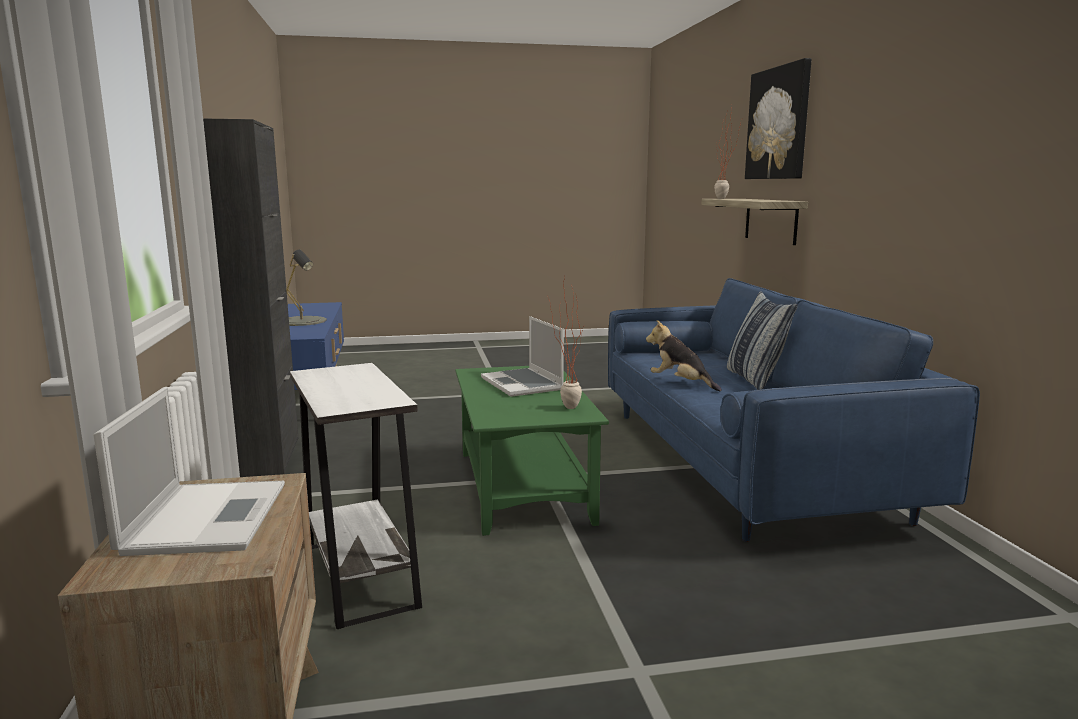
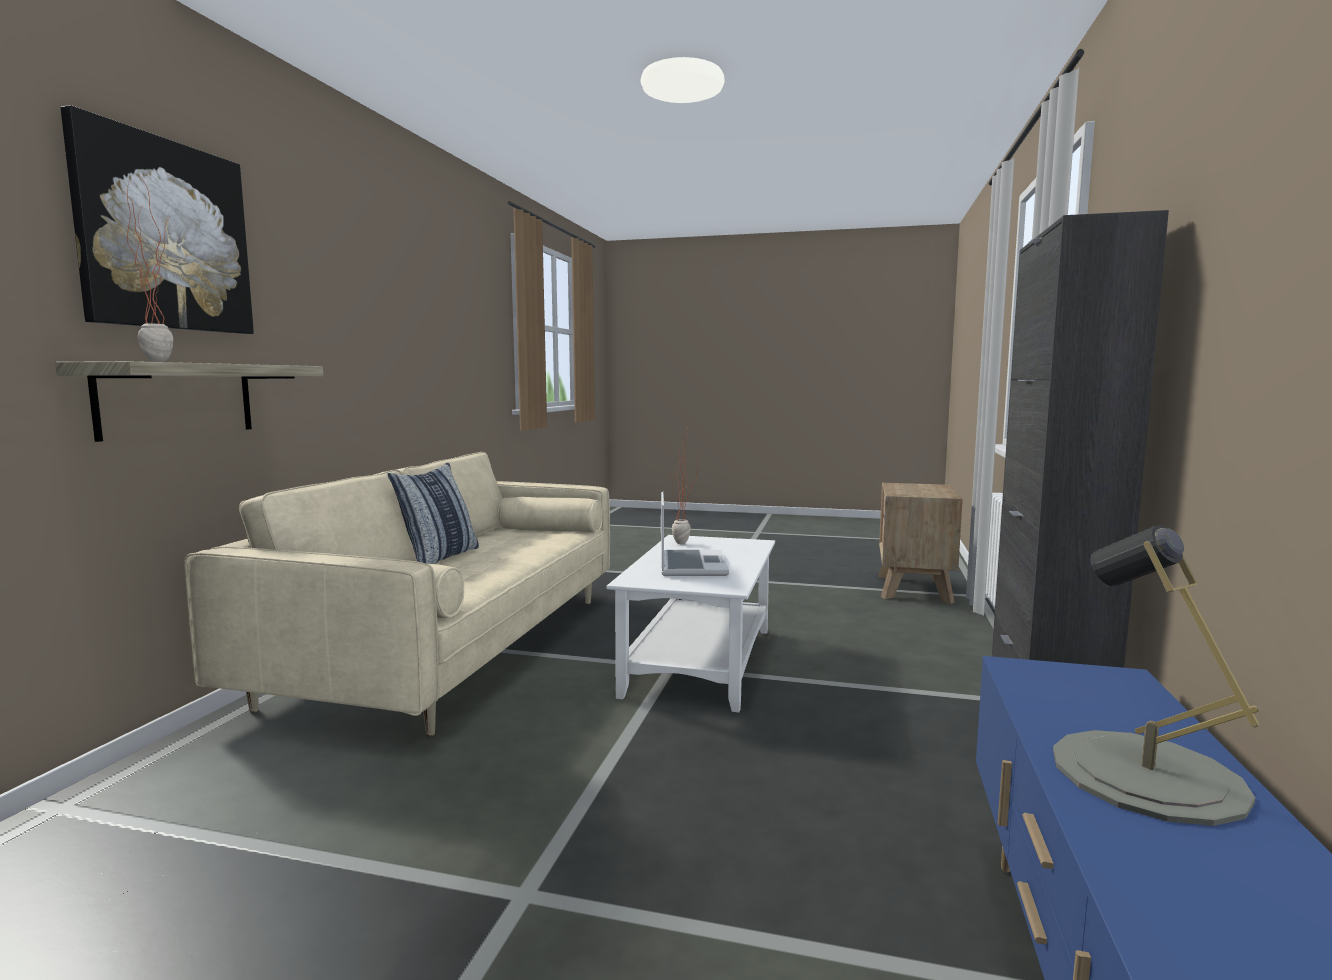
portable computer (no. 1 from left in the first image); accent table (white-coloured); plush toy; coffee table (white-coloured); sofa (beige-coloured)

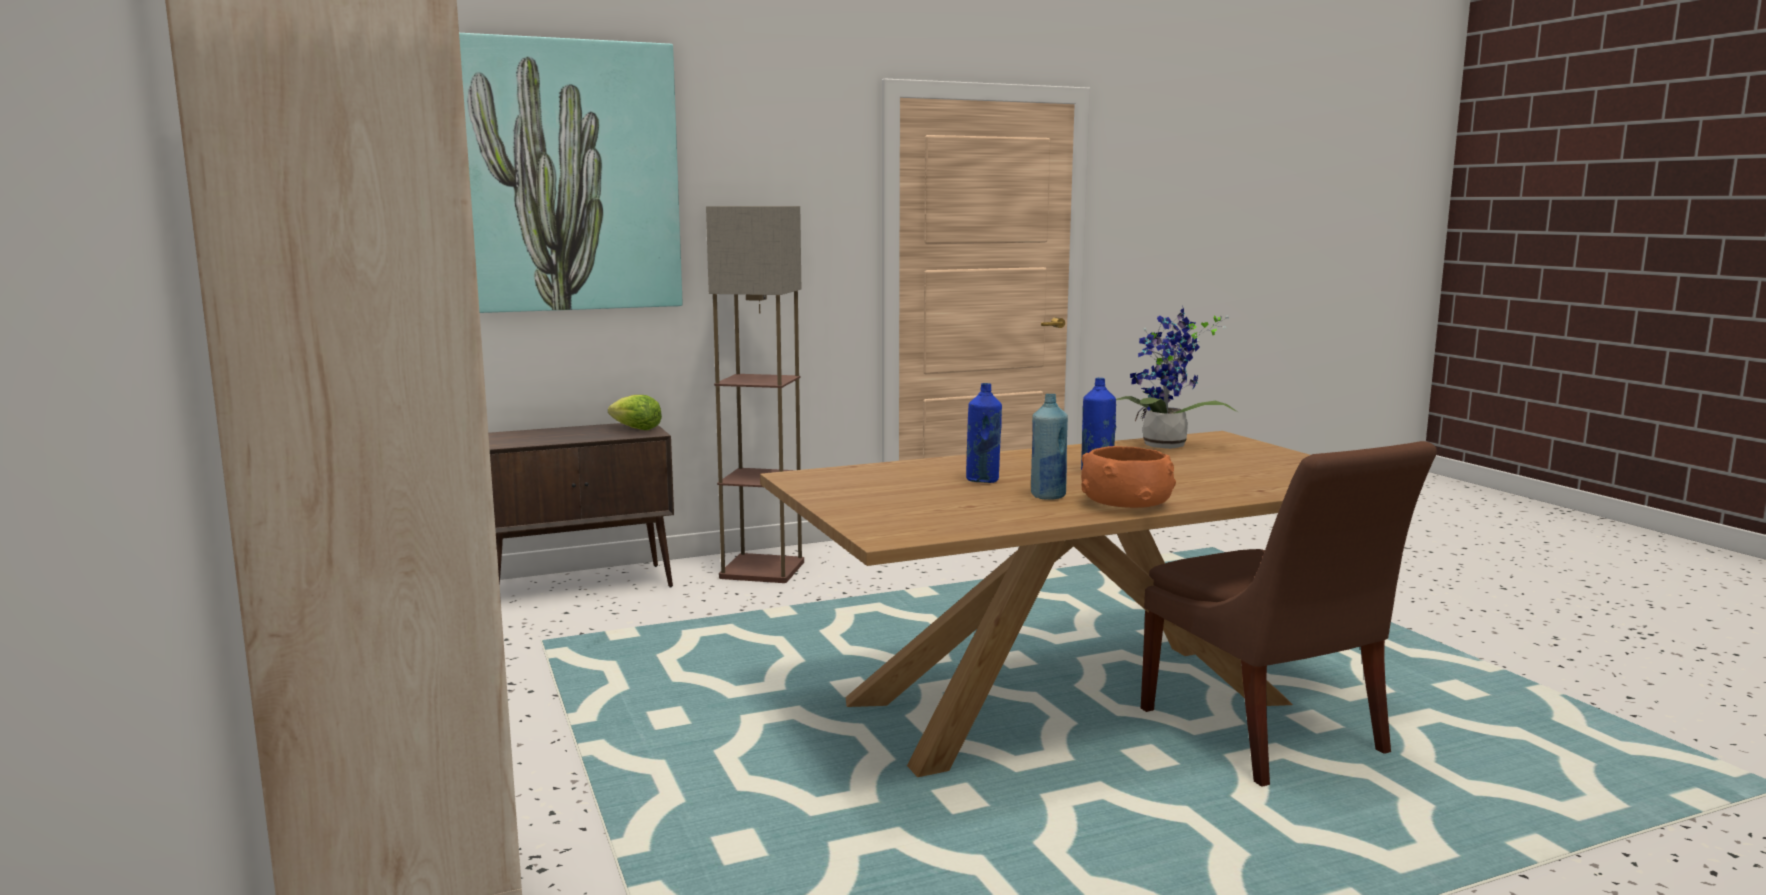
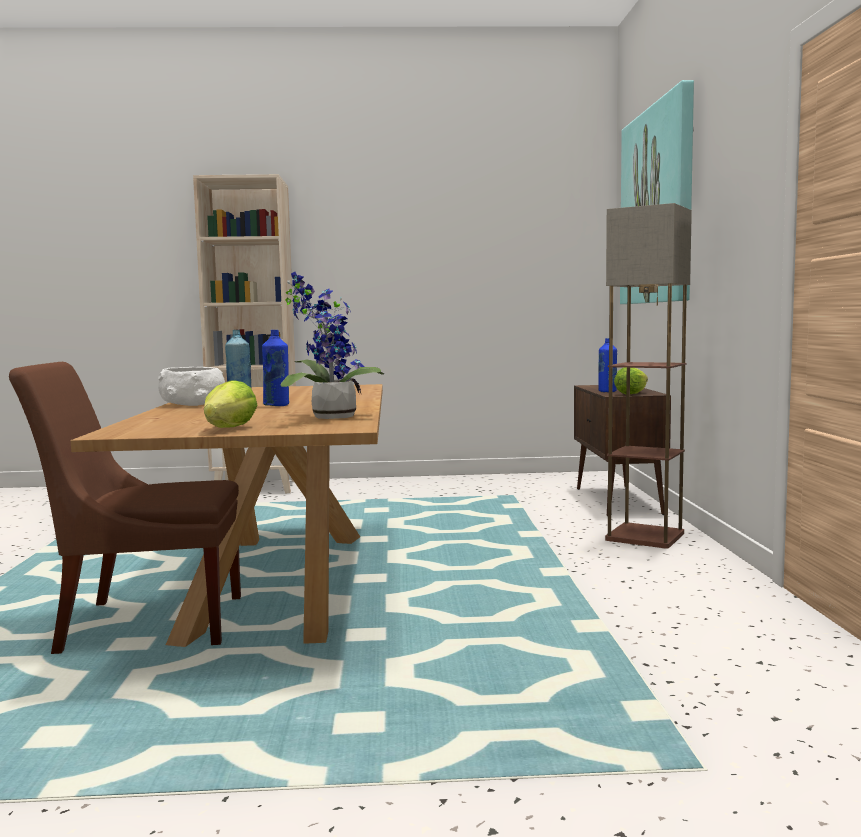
head of lettuce (no. 1 from left); drink bottle (blue-coloured) (no. 3 from left); serving bowl (white-coloured)

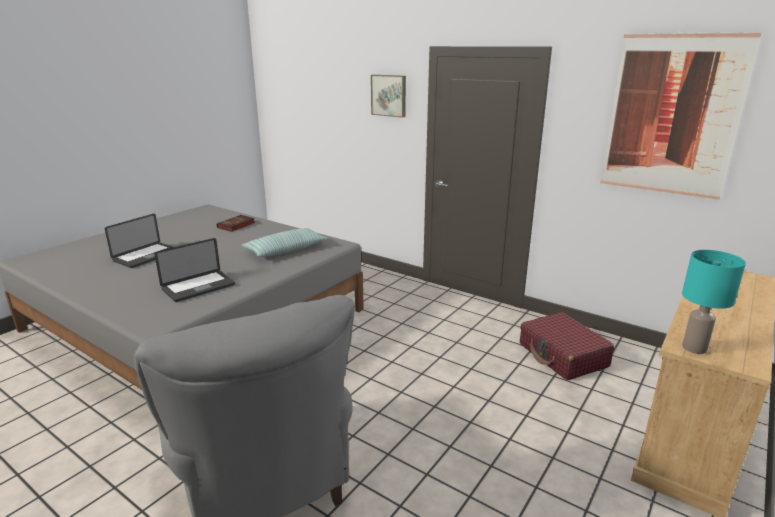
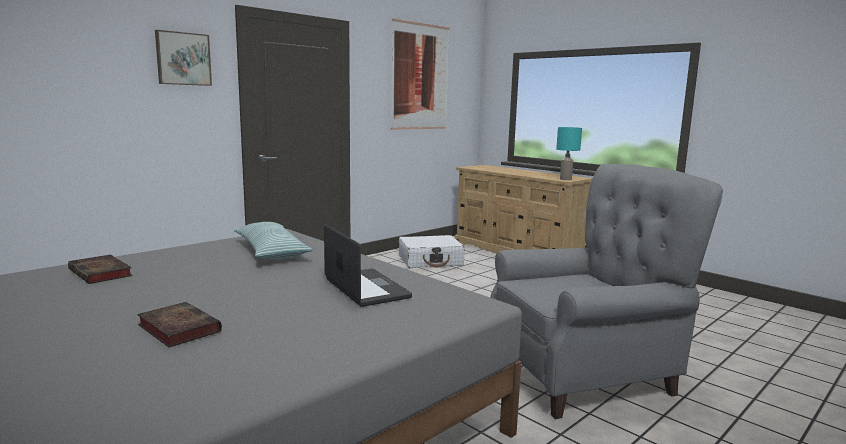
volume (no. 2 from left); piece of luggage (white-coloured)

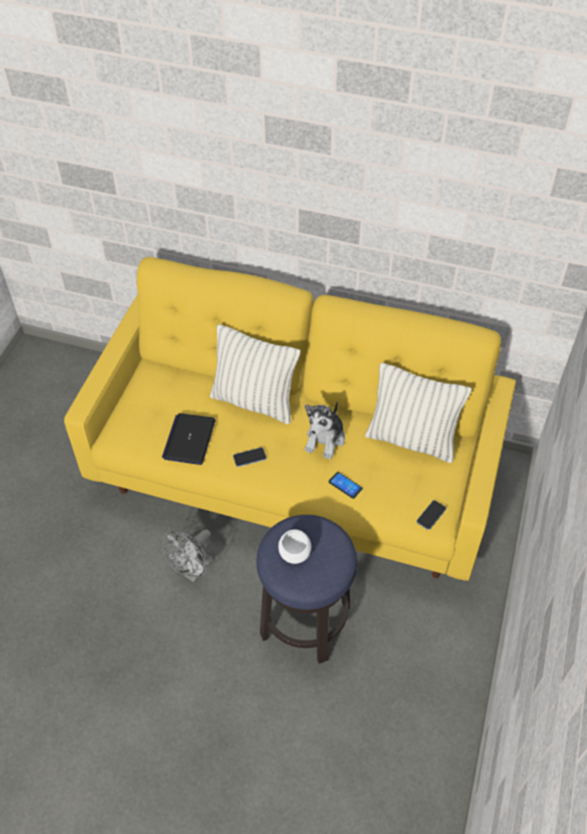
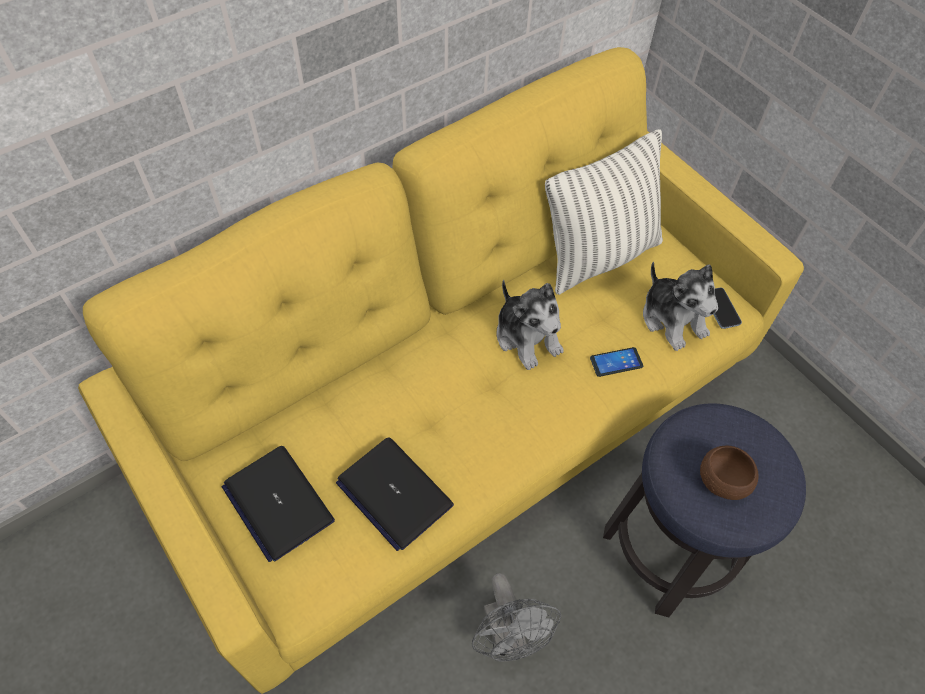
cushion (no. 1 from left in the first image); phone (no. 1 from left in the first image); portable computer (no. 1 from left); plush toy (no. 2 from left); serving bowl (brownish)

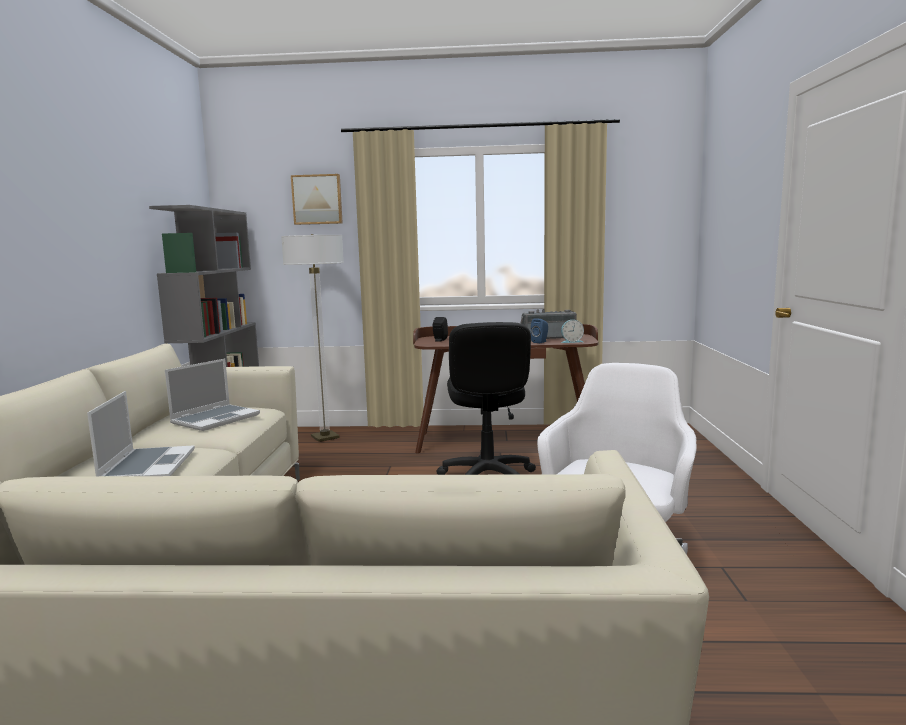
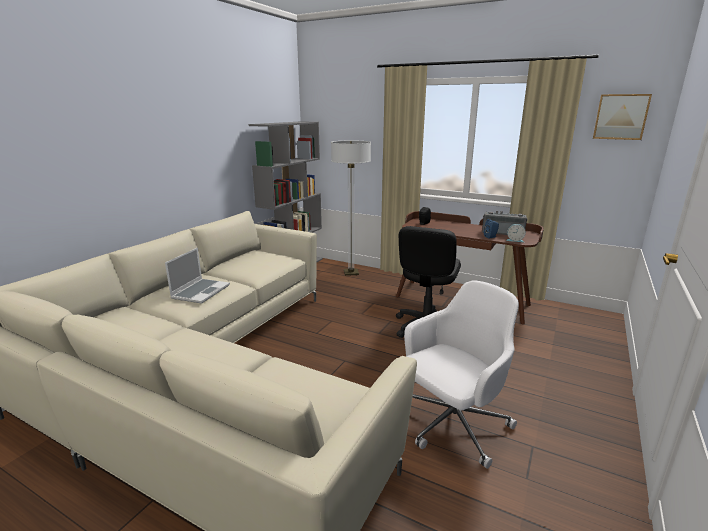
portable computer (no. 2 from left in the first image); wall picture

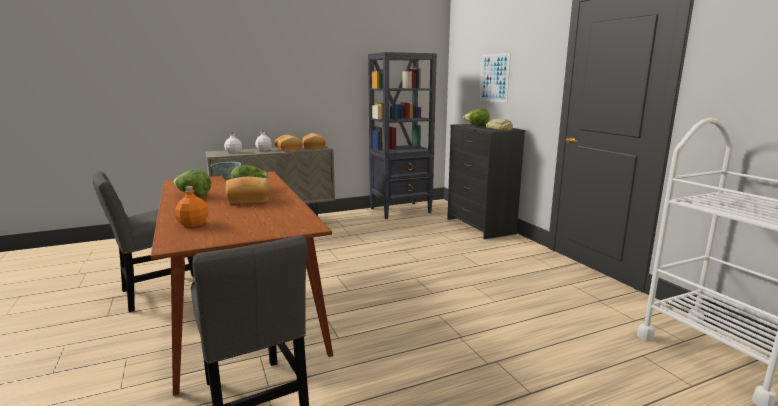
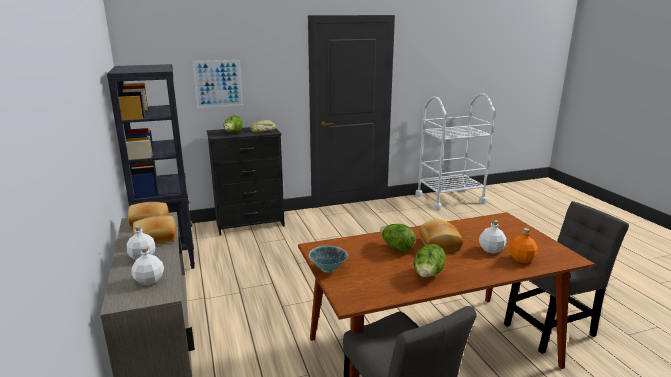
drink bottle (white-coloured) (no. 3 from left)

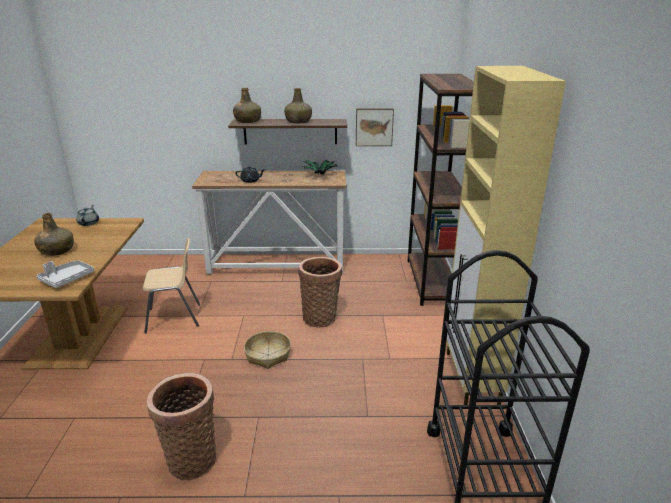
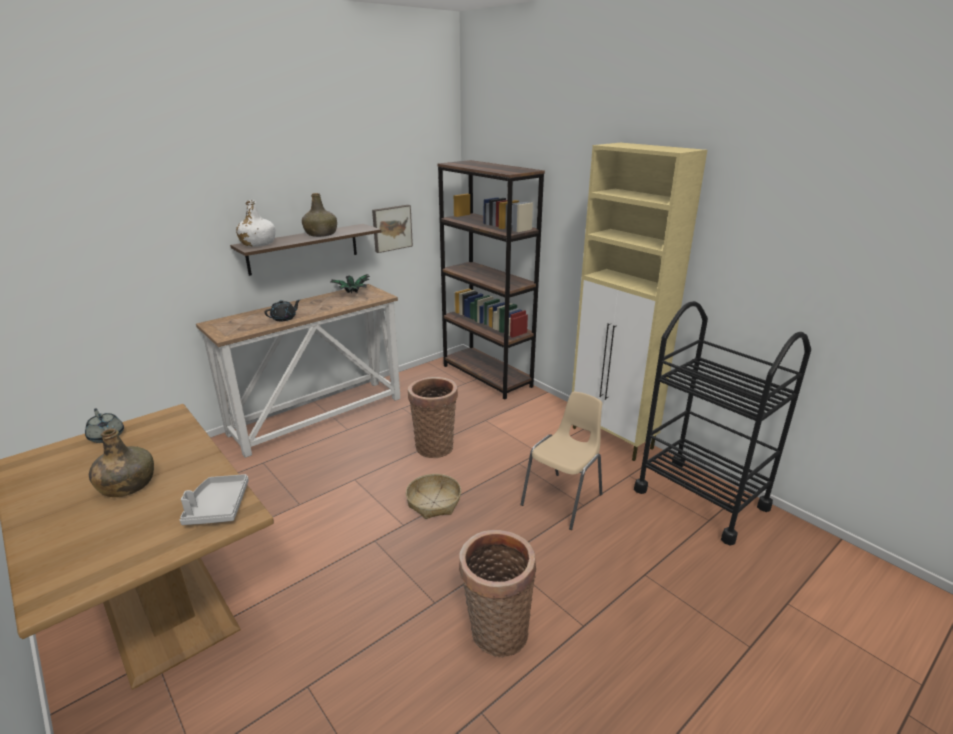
plain chair (beige-coloured); drink bottle (white-coloured)

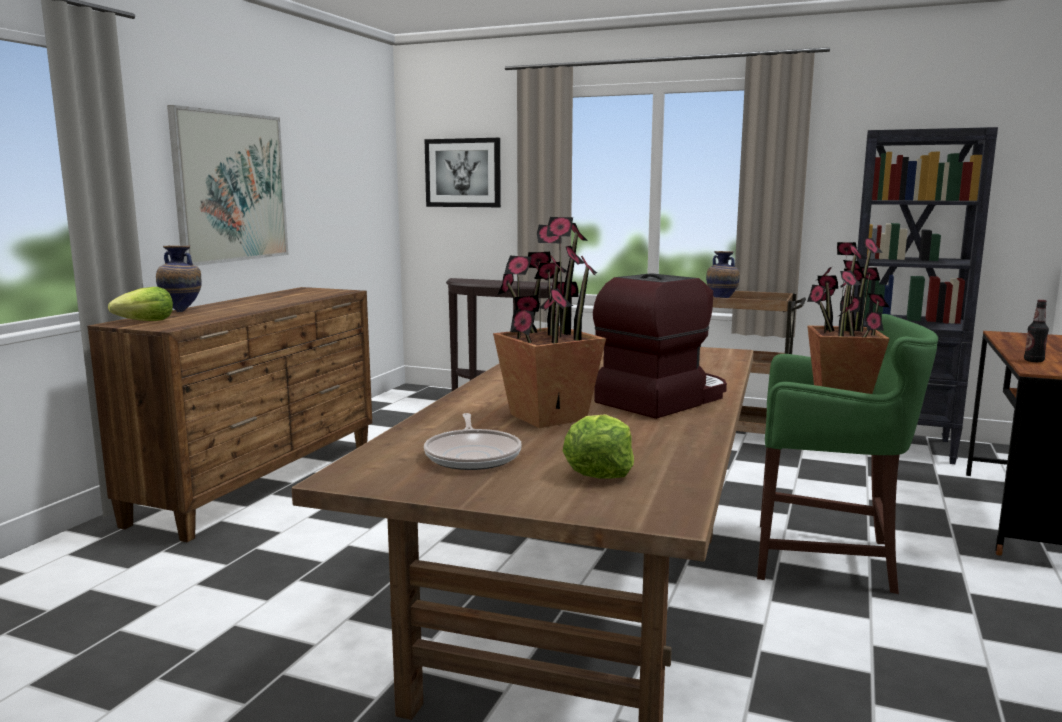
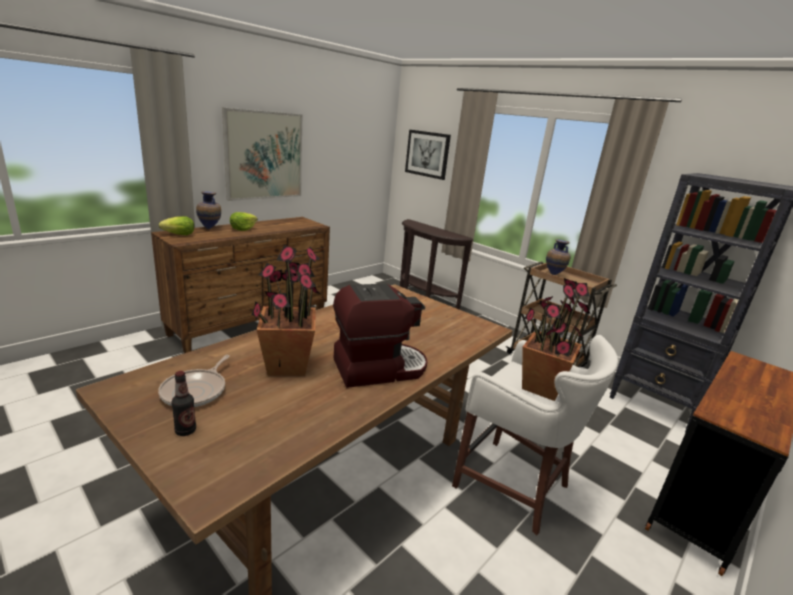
head of lettuce (no. 2 from left); drink bottle; stool (white-coloured)

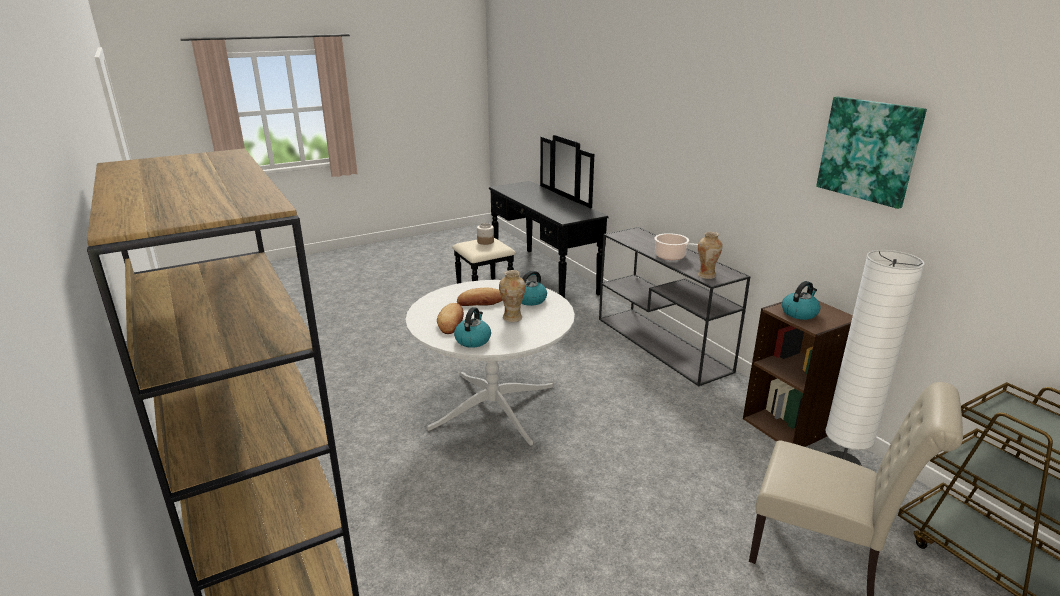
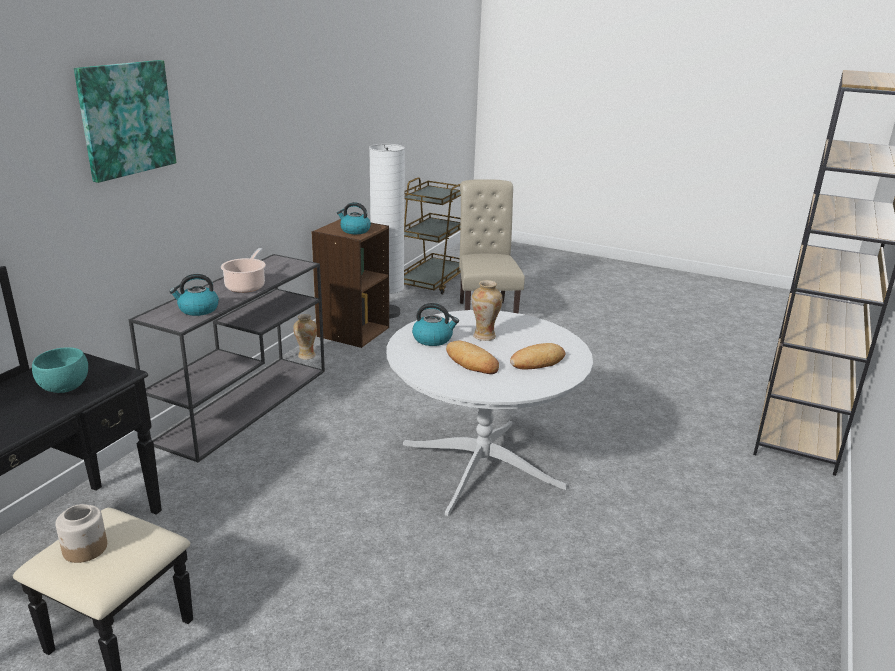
serving bowl (turquoise); water kettle (no. 1 from left); vase (no. 1 from left); wall picture

